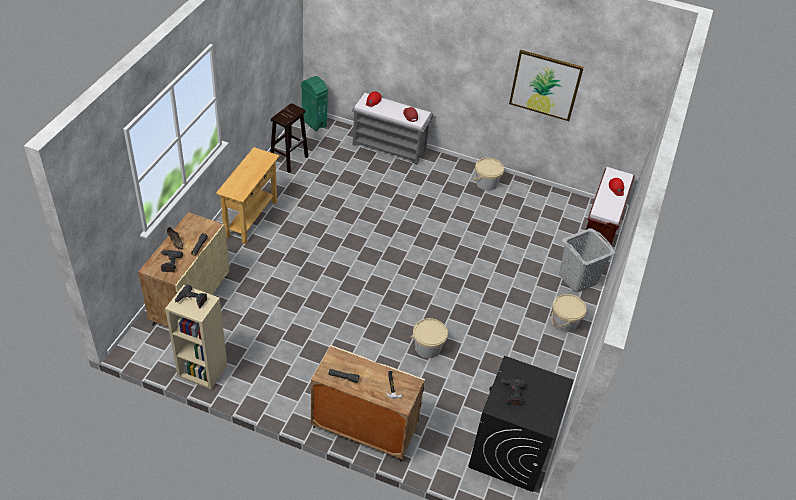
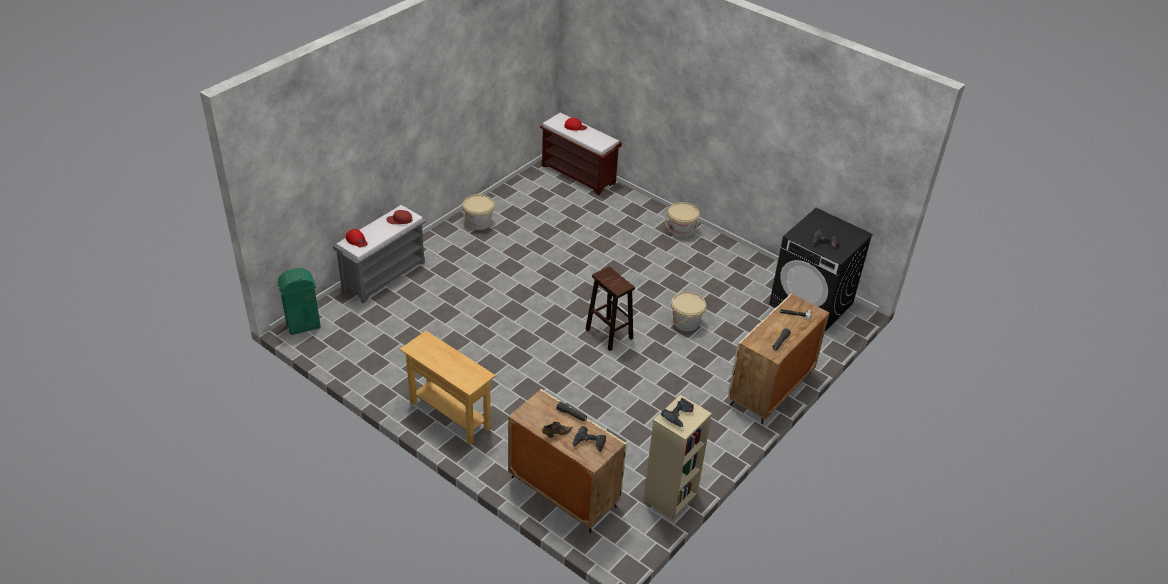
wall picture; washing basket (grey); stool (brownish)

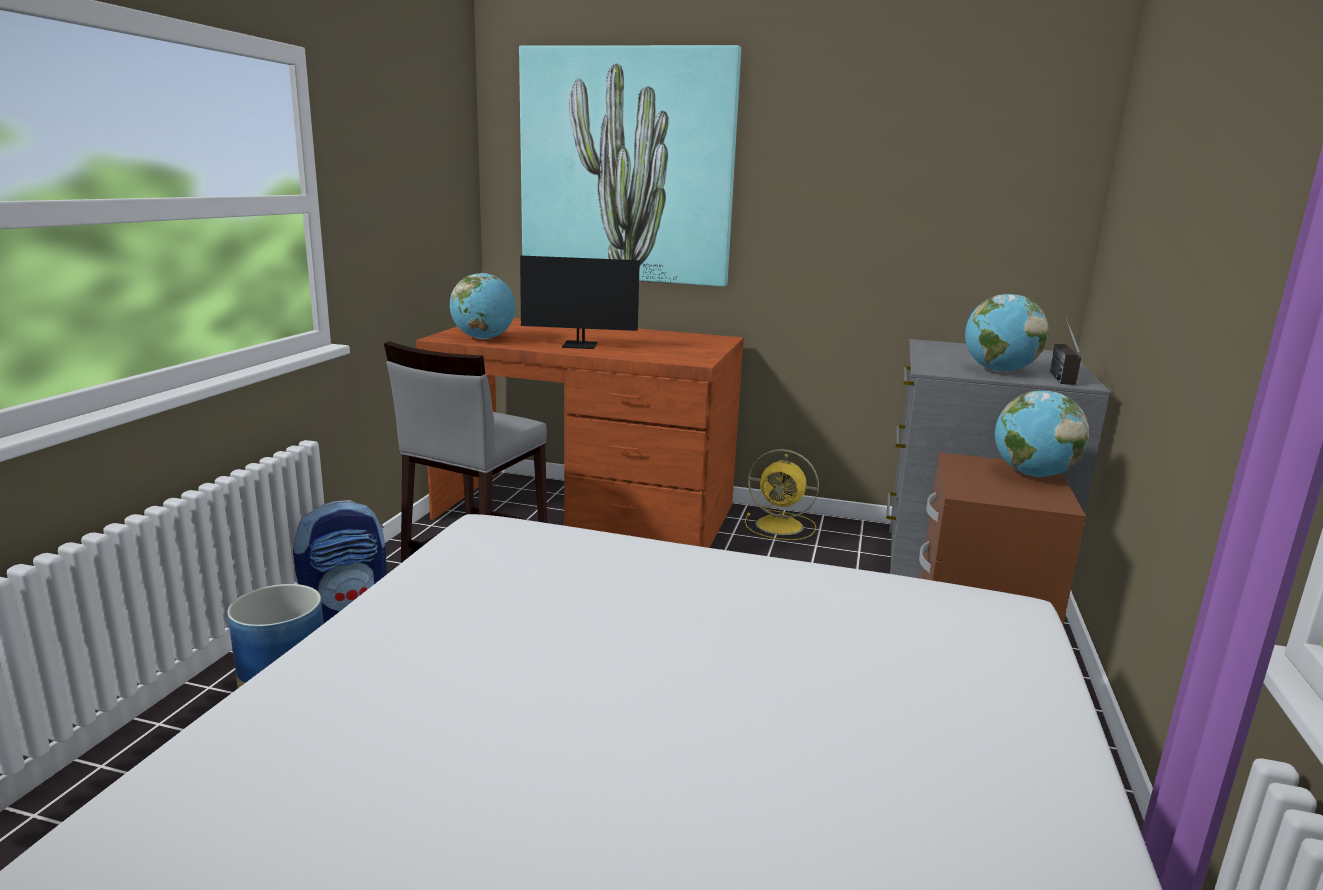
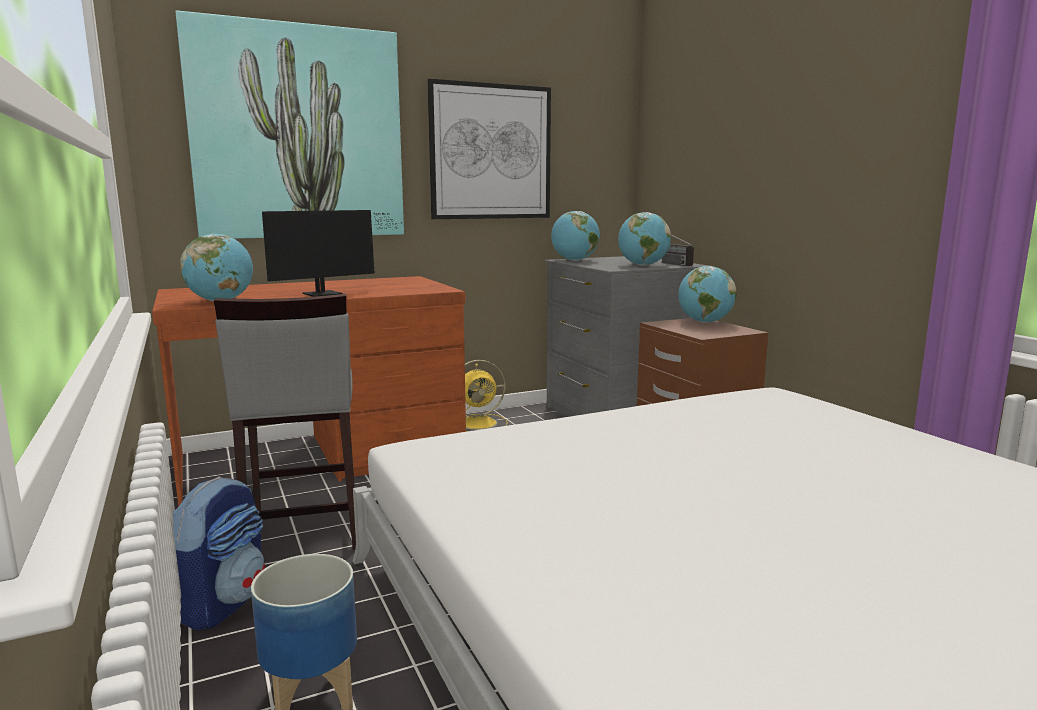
wall picture (no. 2 from left); globe (no. 2 from left)

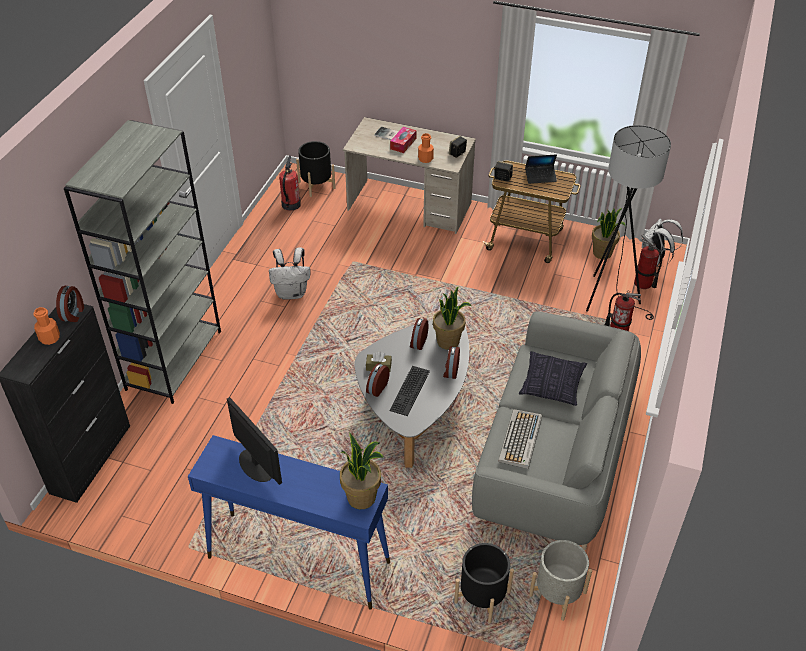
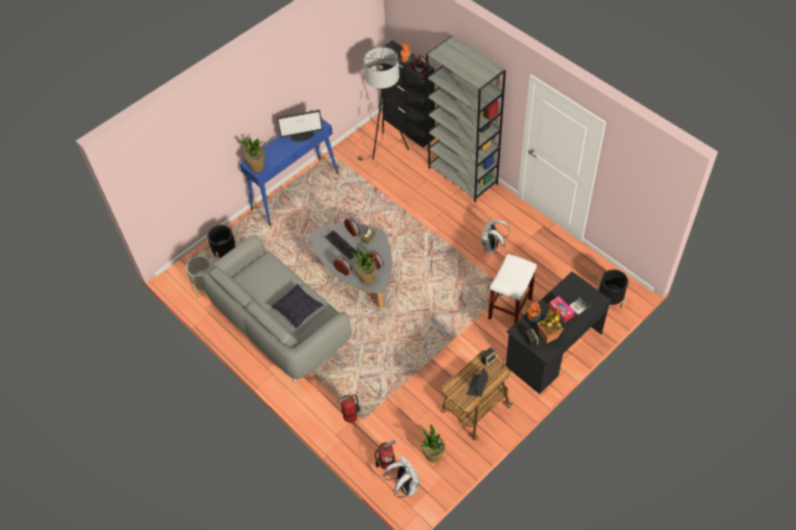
fire extinguisher (no. 1 from left in the first image); PC keyboard (no. 2 from left in the first image); stool (white-coloured); houseplant (no. 4 from left); standing lamp (blackish); desk unit (blackish)

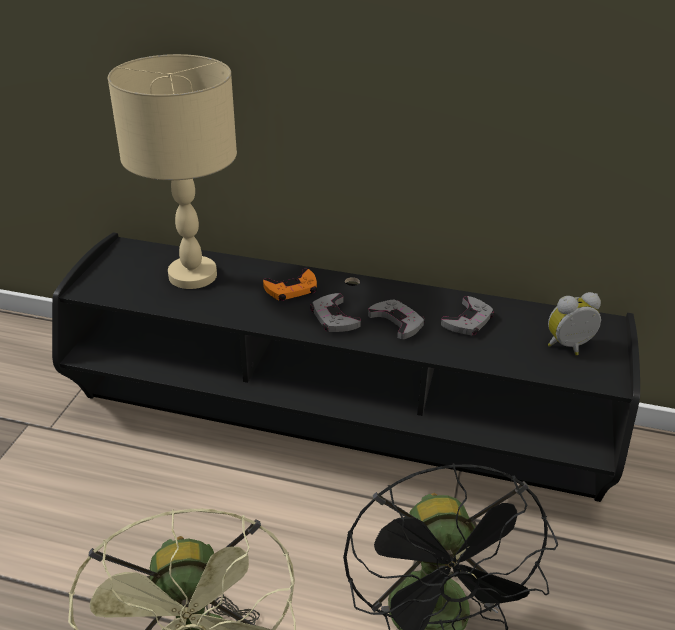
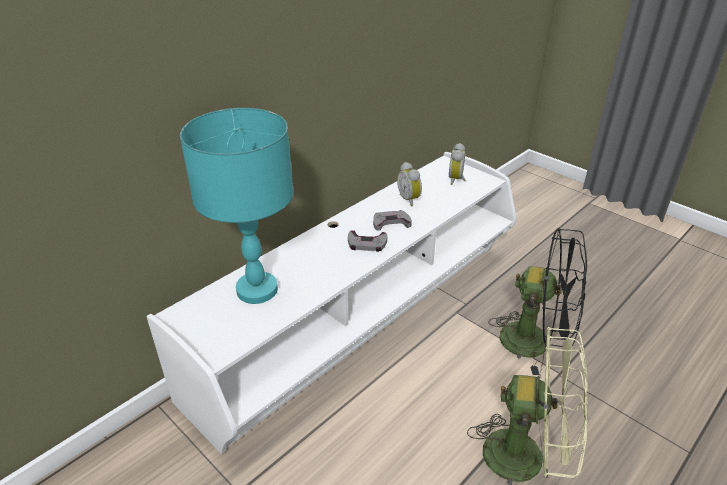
joypad (orange); bedside clock (no. 1 from left); tv stand (white-coloured); tabletop lamp (turquoise)

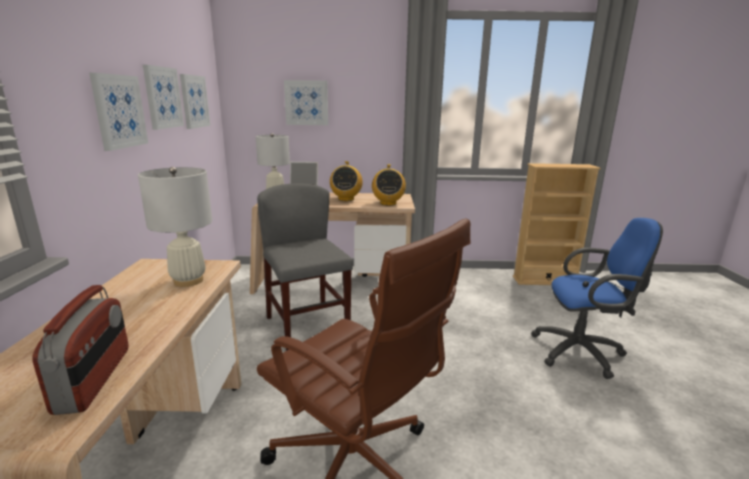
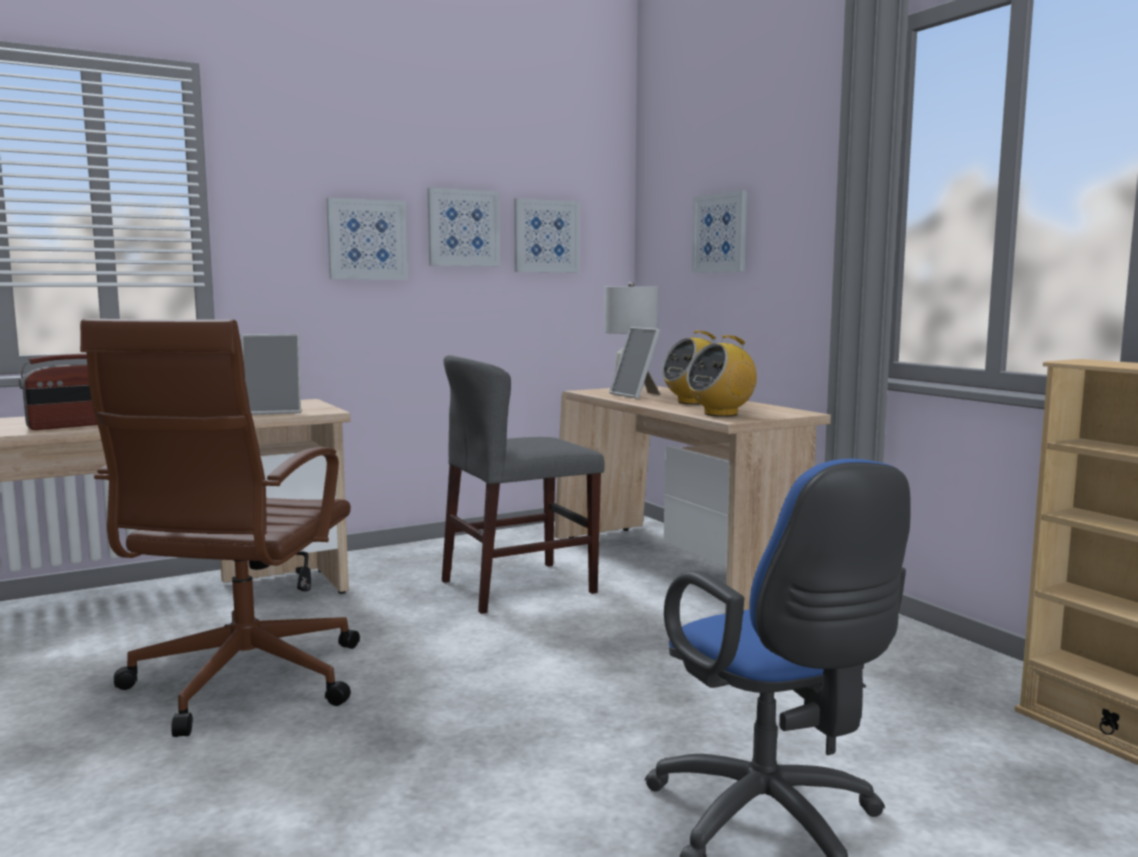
standing frame (no. 1 from left); plain chair (grey)

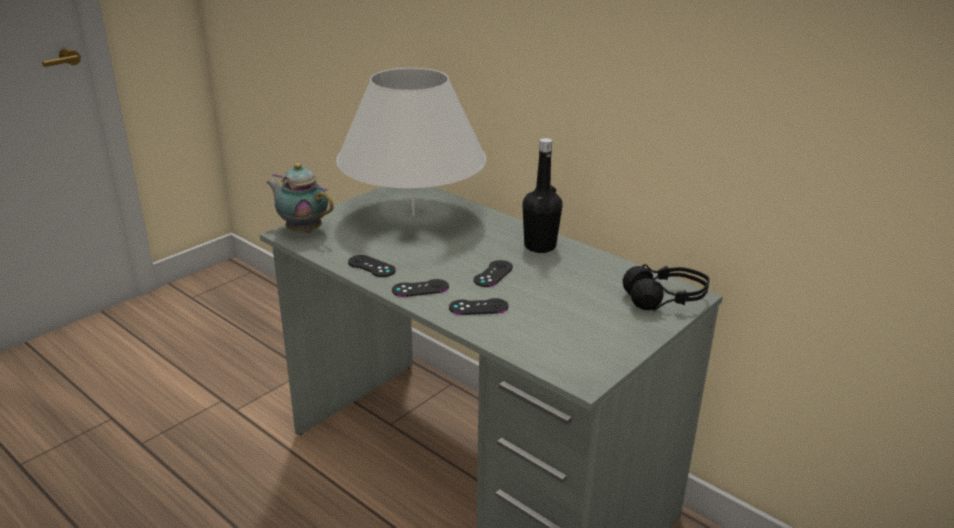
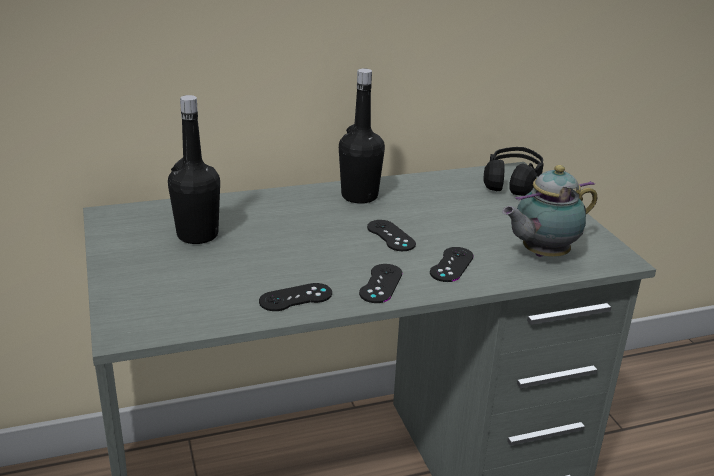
tea pot; drink bottle (blackish) (no. 1 from left)

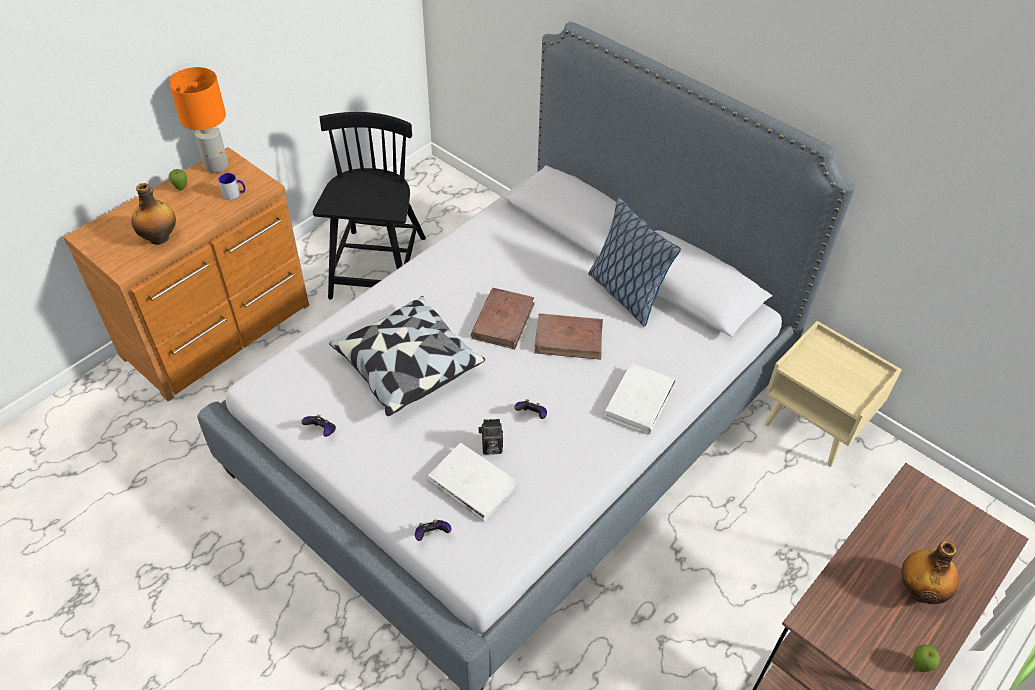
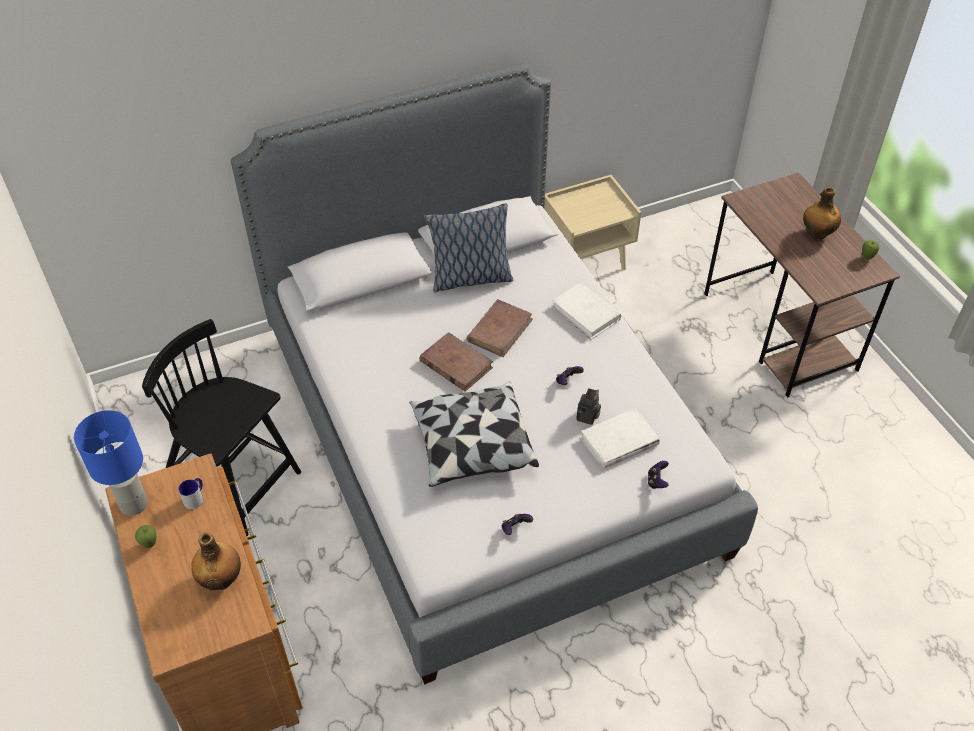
tabletop lamp (blue-coloured)

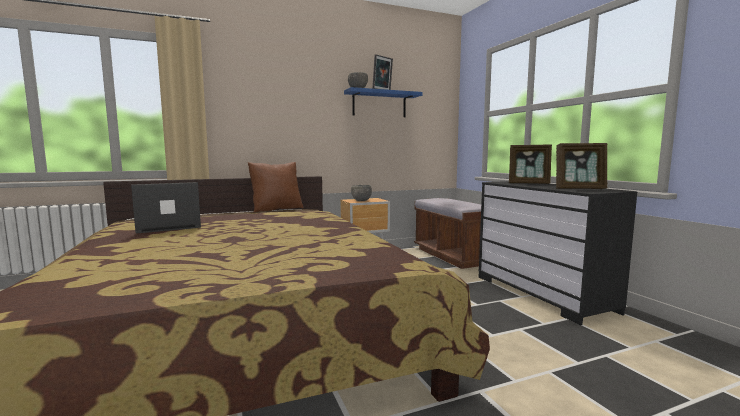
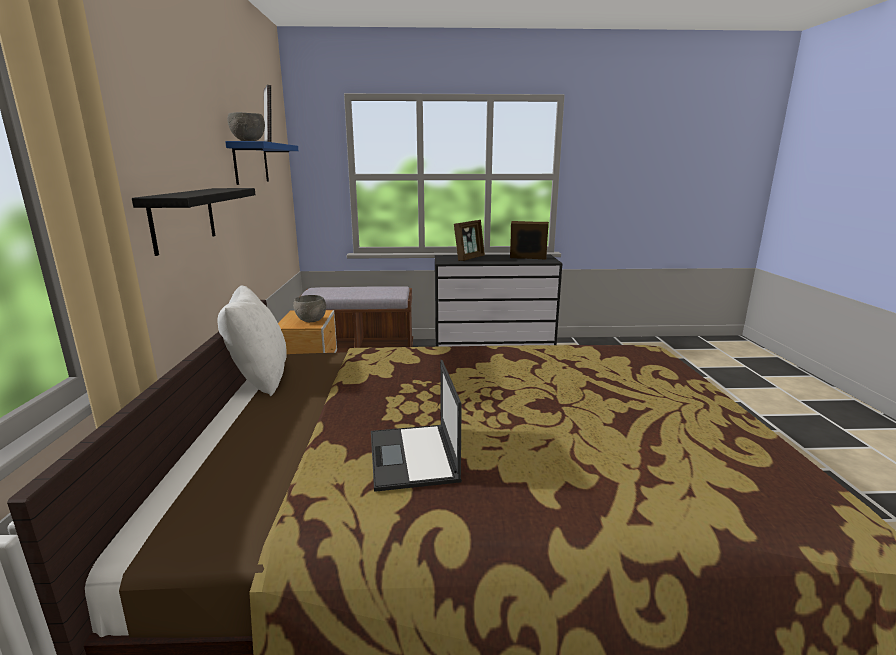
wall shelf (blackish); cushion (white-coloured); standing frame (no. 3 from left)

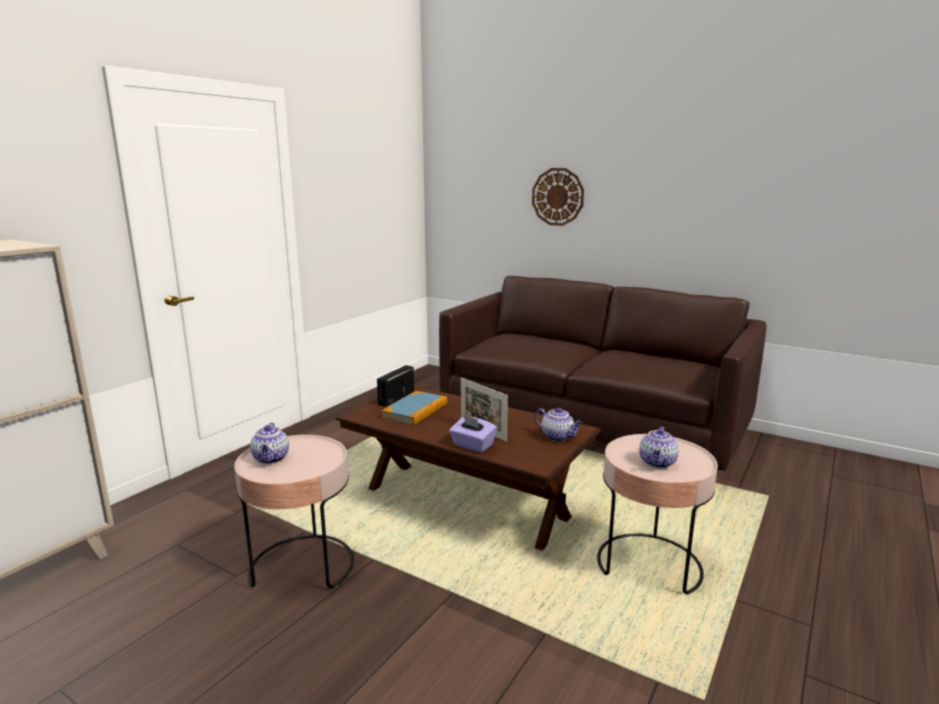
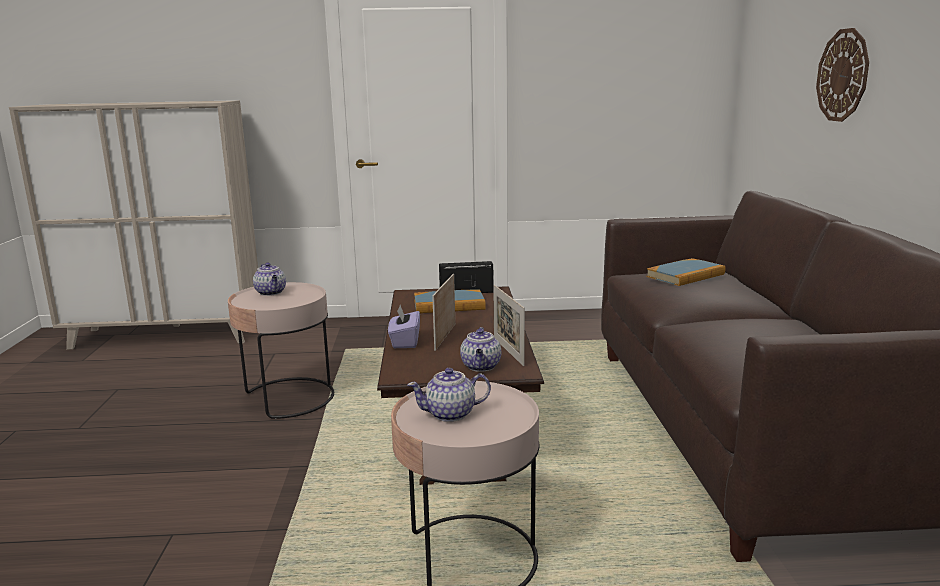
standing frame (no. 2 from left); volume (no. 2 from left); tea pot (no. 1 from left)

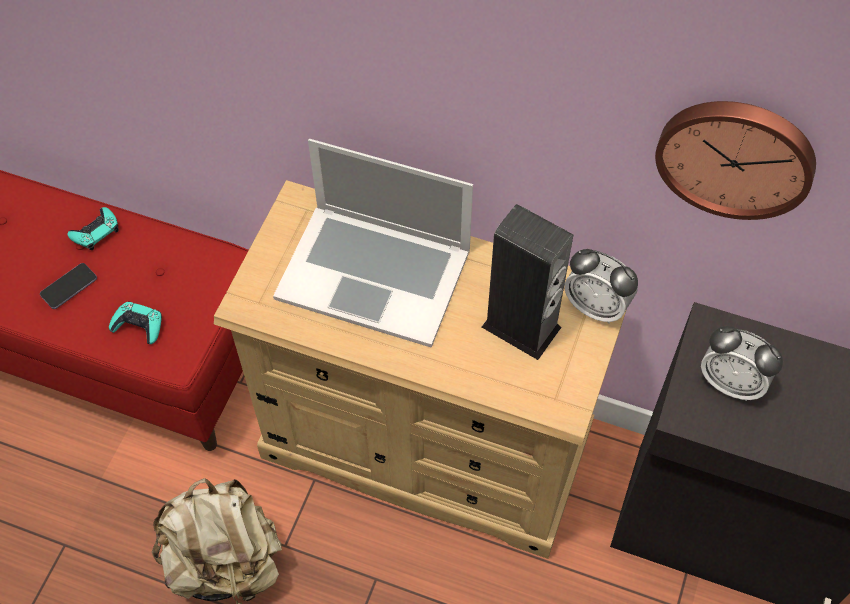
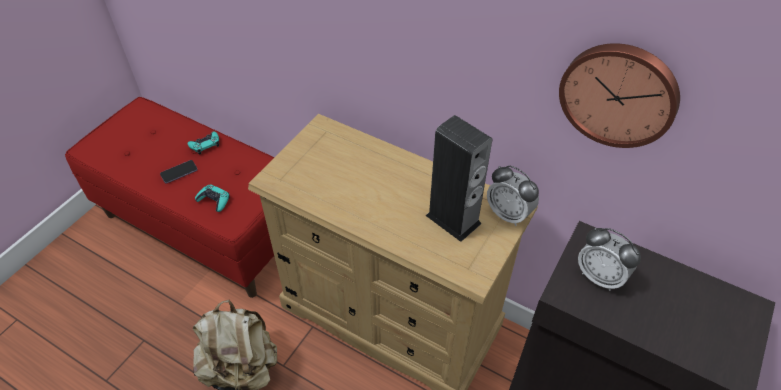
portable computer

